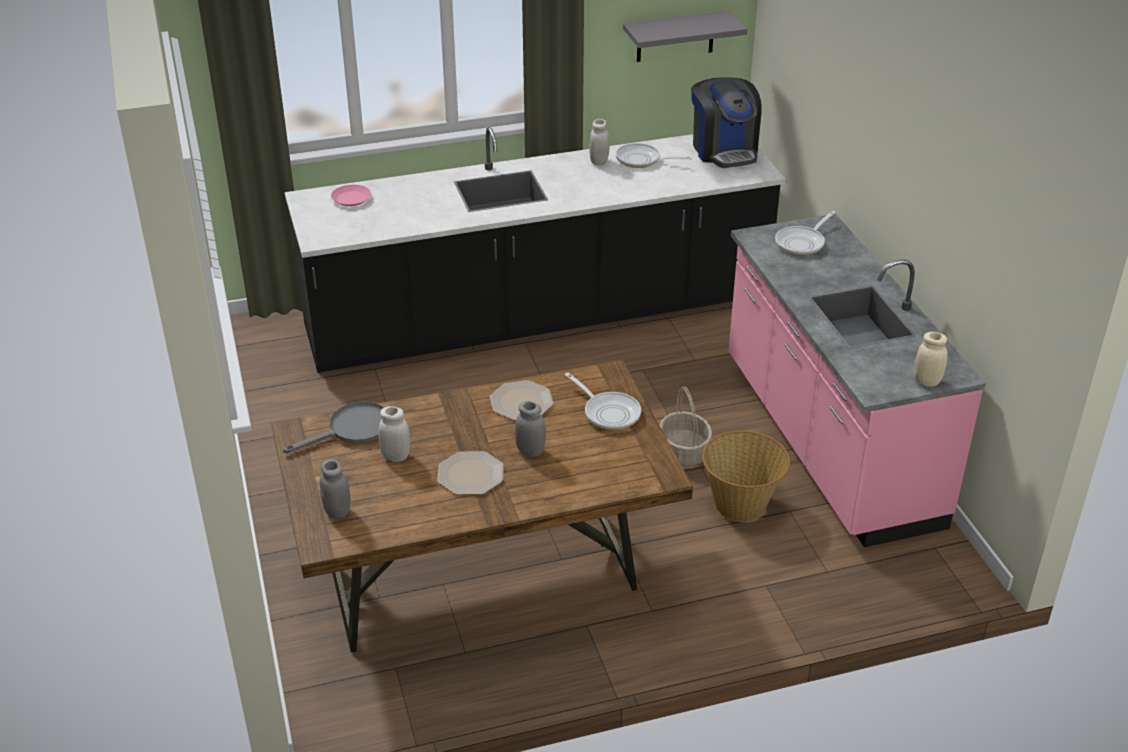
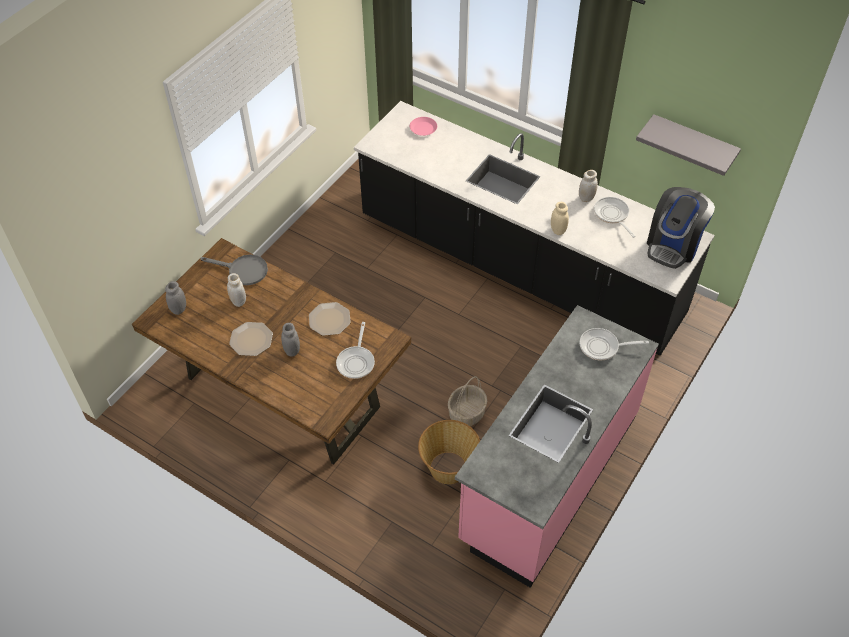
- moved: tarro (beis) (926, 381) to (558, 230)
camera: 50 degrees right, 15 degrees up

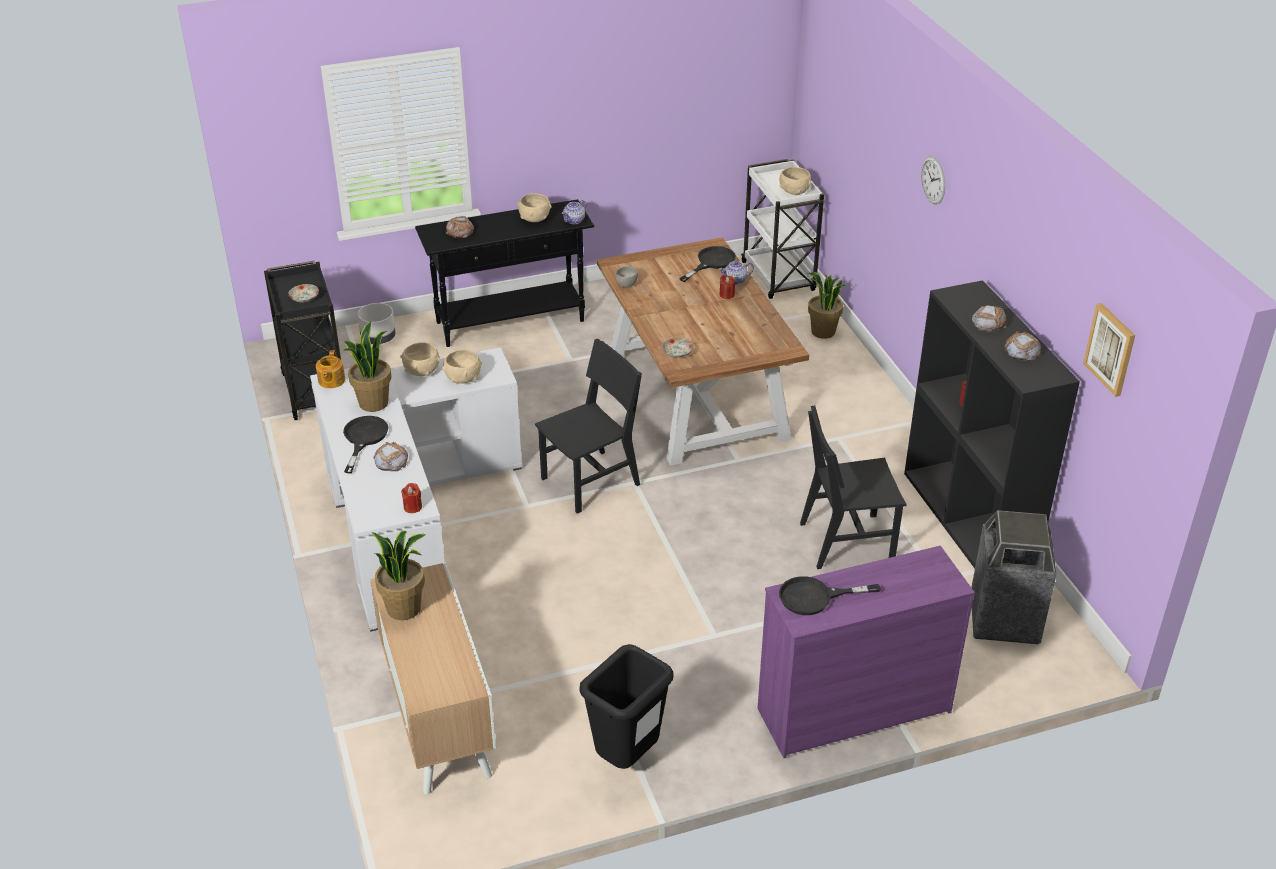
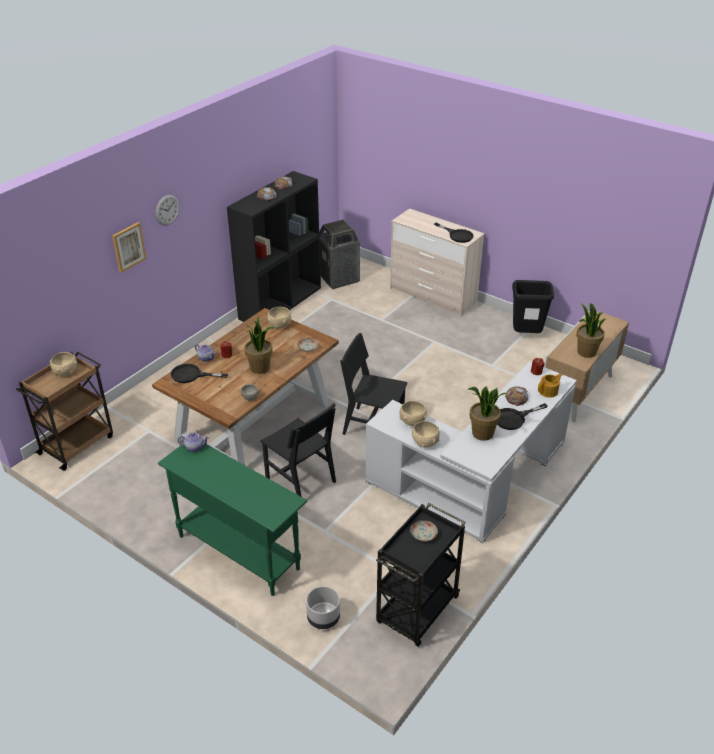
- moved: tetera (331, 381) to (549, 391)
- recoloured: mesa consola (negro) (511, 322) to mesa consola (verde) (238, 552)
- removed: pan (460, 231)
- moved: cuenco (beis) (535, 218) to (279, 325)
- recoloured: carrito (blanco) (779, 277) to carrito (marrón) (77, 444)
- recoloured: cómoda (morado) (853, 710) to cómoda (beis) (432, 296)
- moved: silla (negro) (846, 541) to (300, 480)
- moved: planta en maceta (822, 332) to (260, 368)
- moved: cuadro (1110, 349) to (128, 246)
camera: 125 degrees left, 0 degrees up

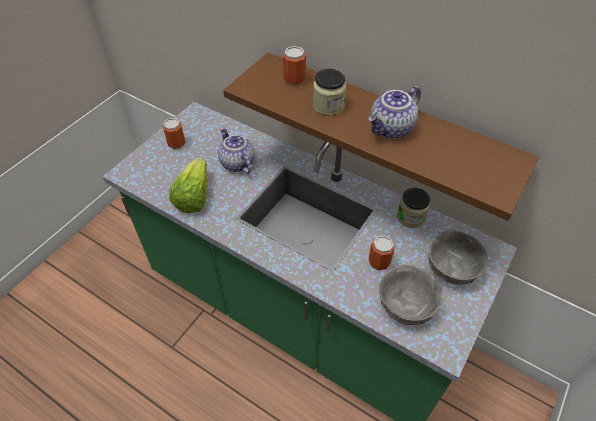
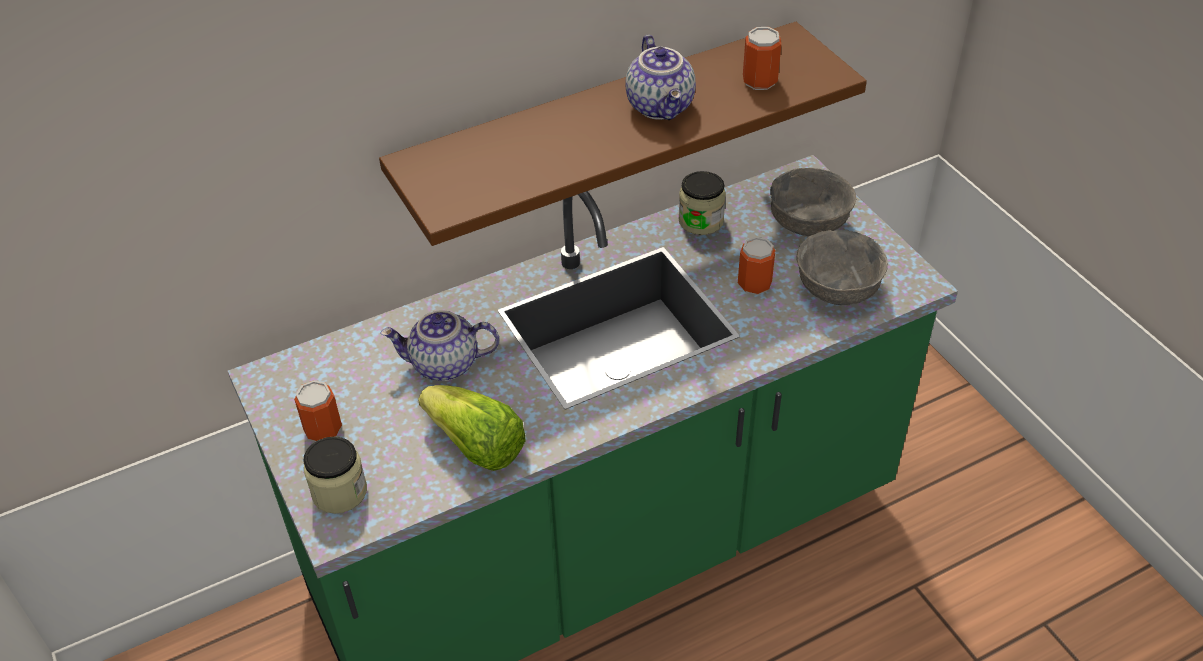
- moved: lata (294, 80) to (759, 81)
- moved: tarro (328, 105) to (339, 492)
camera: 60 degrees left, 5 degrees down

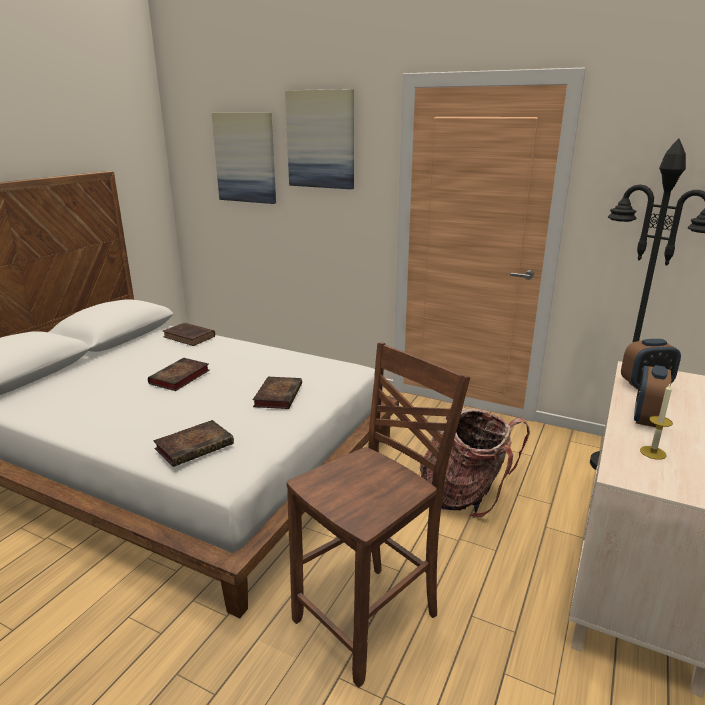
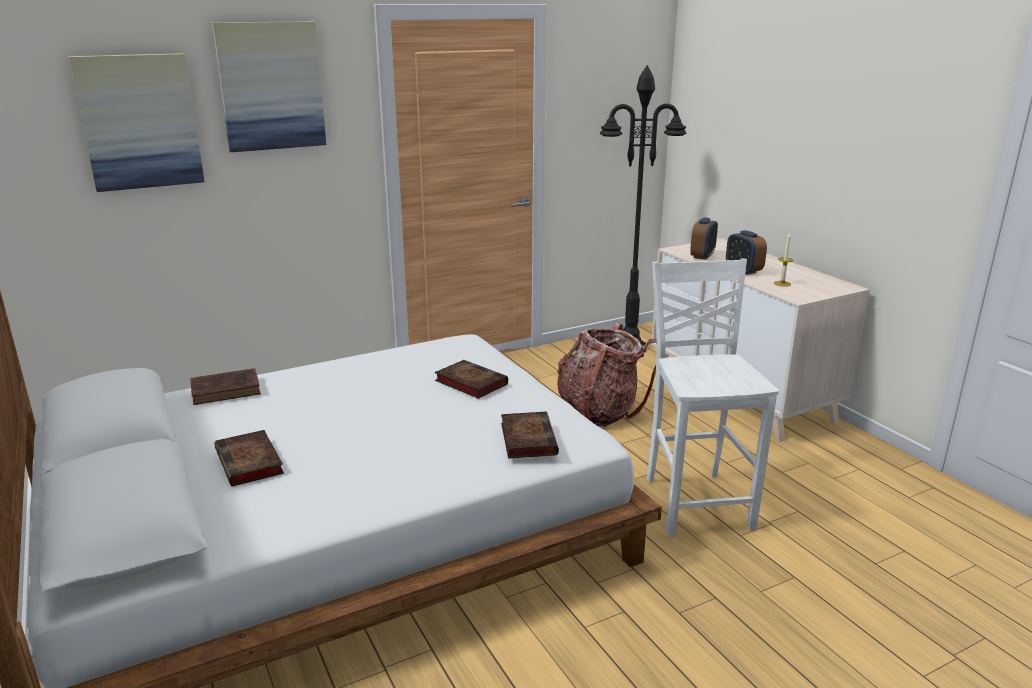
- moved: libro (179, 378) to (250, 463)
- recoloured: silla (marrón) (370, 619) to silla (blanco) (696, 502)
camera: 55 degrees left, 0 degrees up

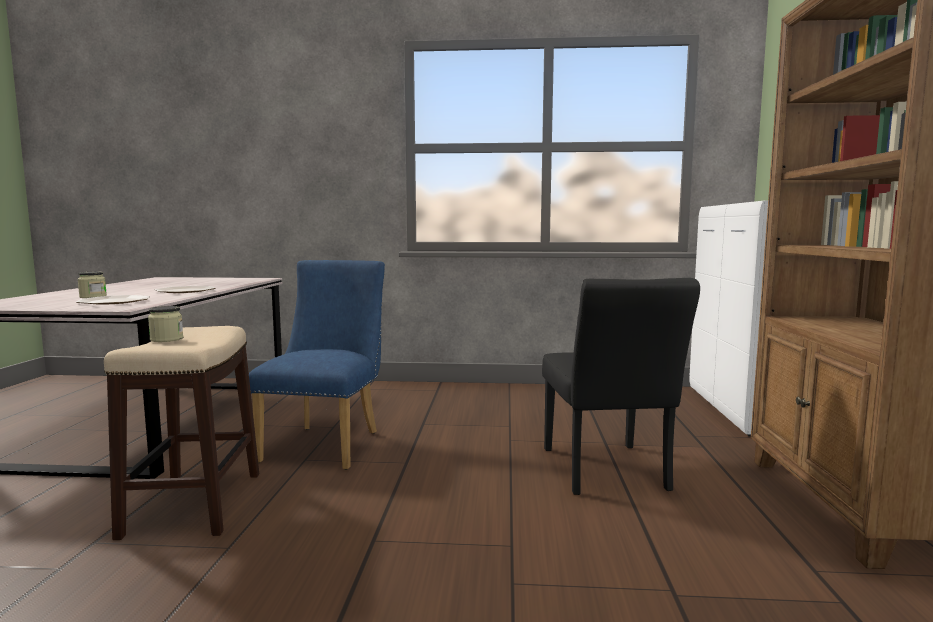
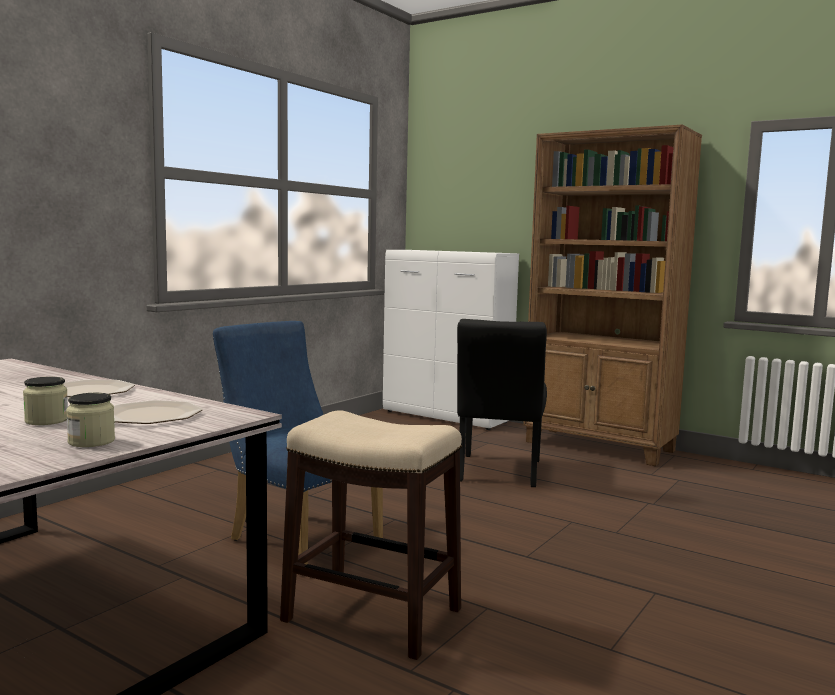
- moved: tarro (166, 339) to (91, 441)
- turned: silla (negro) (607, 473) = (498, 473) 75 degrees clockwise
camera: 60 degrees left, 0 degrees up

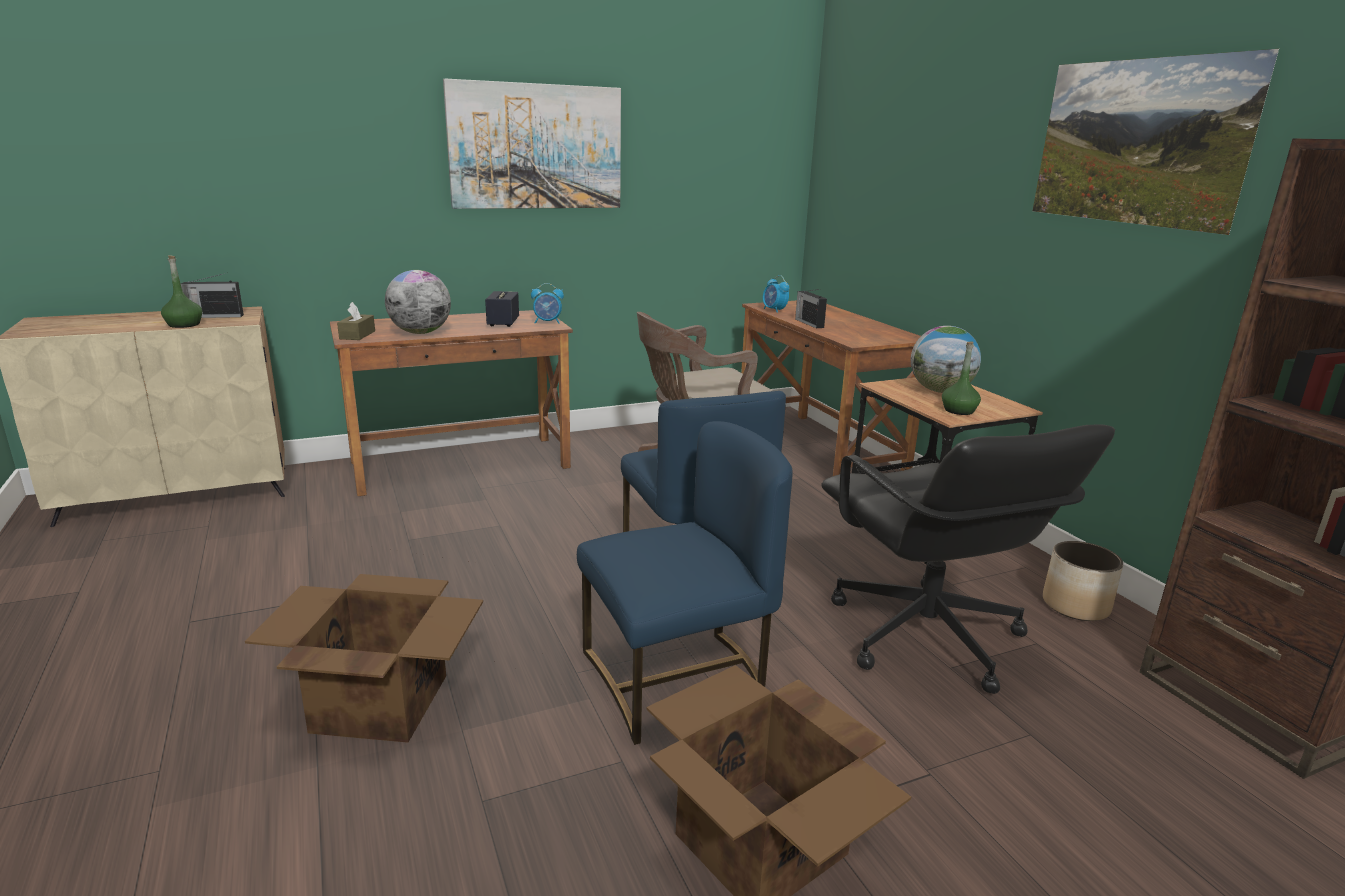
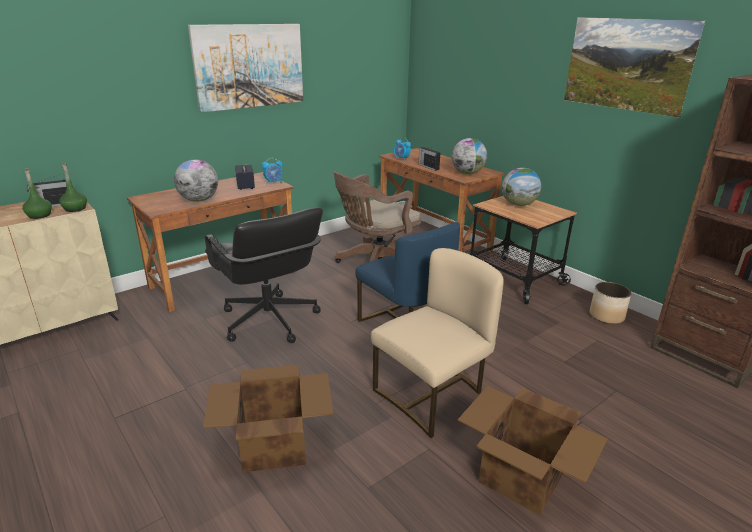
- removed: caja de pañuelos (marrón) (357, 335)
- recoloured: silla (azul) (677, 677) to silla (beis) (432, 395)
- moved: silla de oficina (negro) (925, 637) to (269, 321)
- moved: botella (verde) (958, 410) to (75, 209)
- added: globo terráqueo (467, 173)
camera: 15 degrees left, 5 degrees up

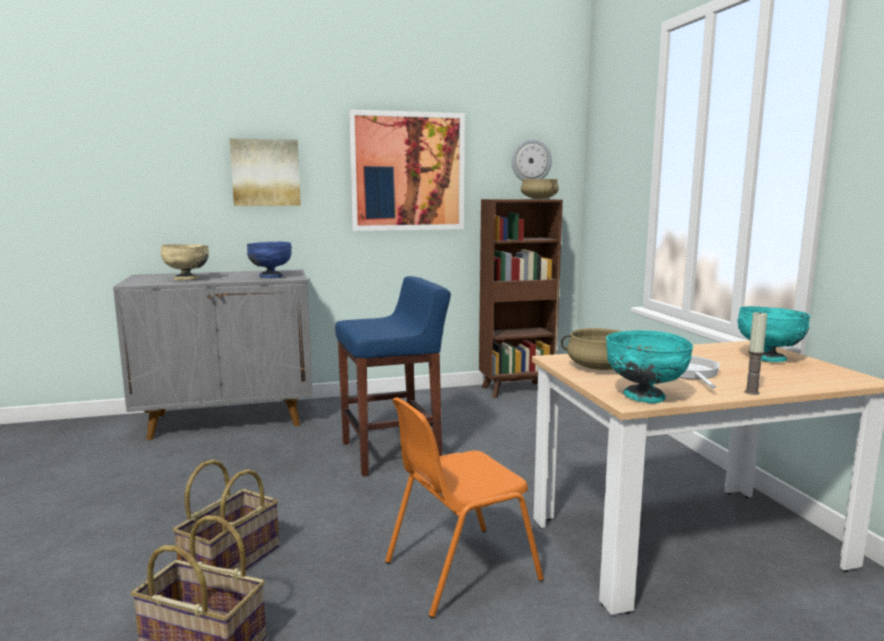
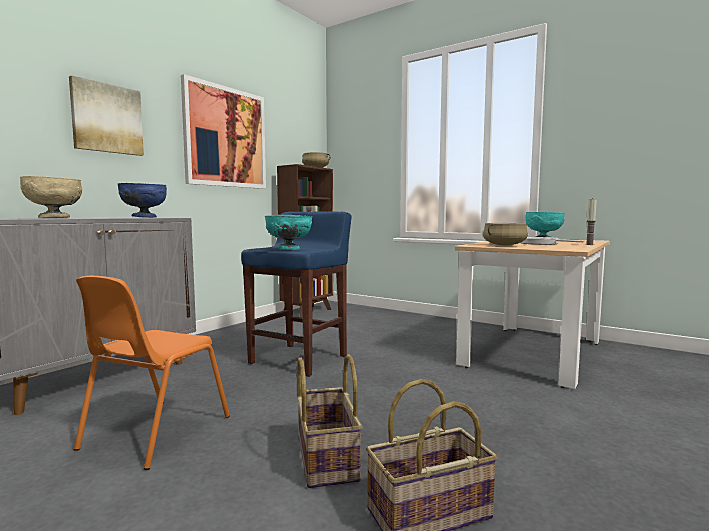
- moved: silla (naranja) (459, 570) to (154, 433)
- removed: reloj de pared (531, 161)
- moved: cuenco (turquesa) (644, 397) to (289, 249)
camera: 40 degrees left, 5 degrees down

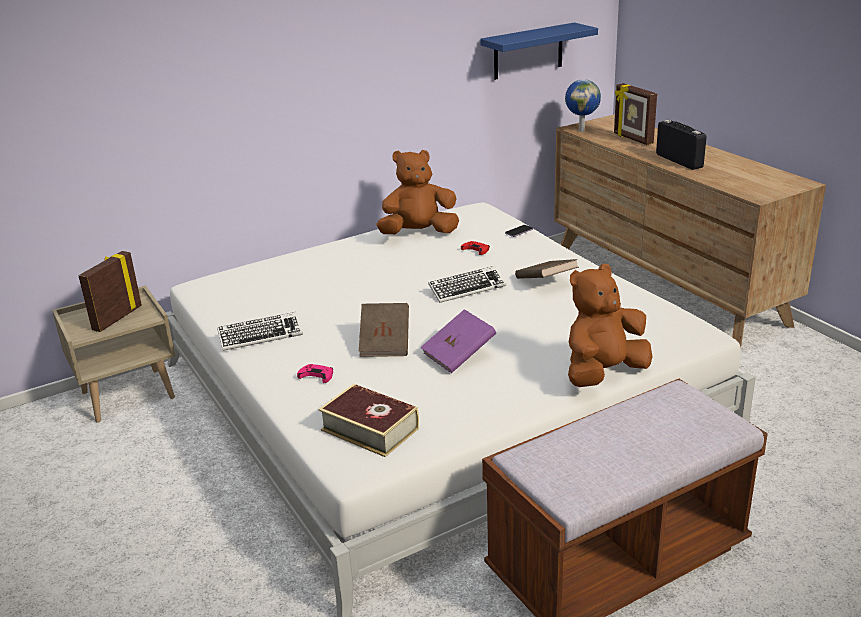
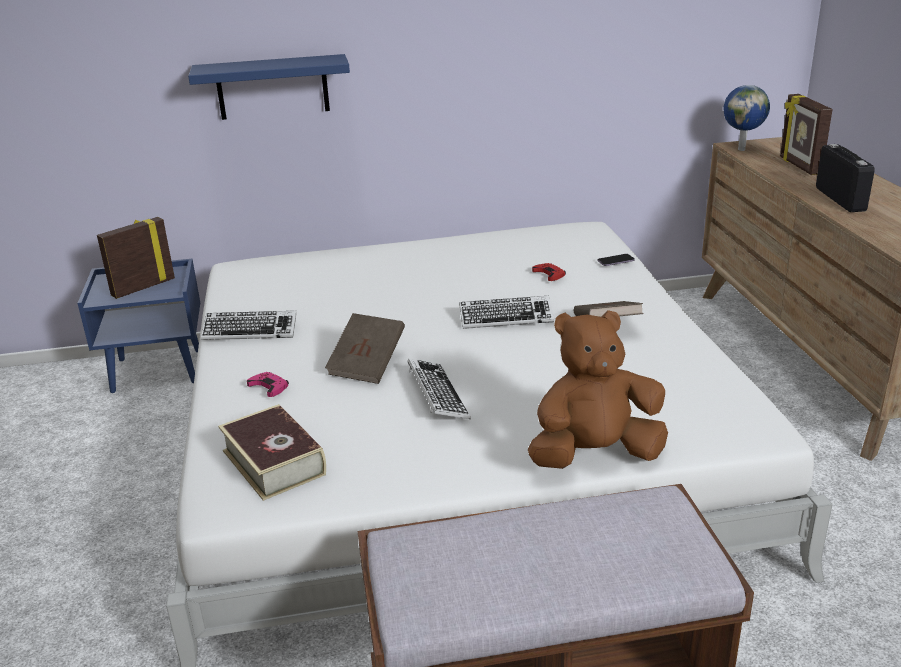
- recoloured: mesita de noche (beis) (129, 394) to mesita de noche (azul) (158, 370)
- removed: peluche (marrón) (418, 233)
- replaced: libro (morado) (459, 355) to teclado (437, 395)
- moved: estante (azul) (528, 51) to (272, 87)
camera: 20 degrees right, 0 degrees up

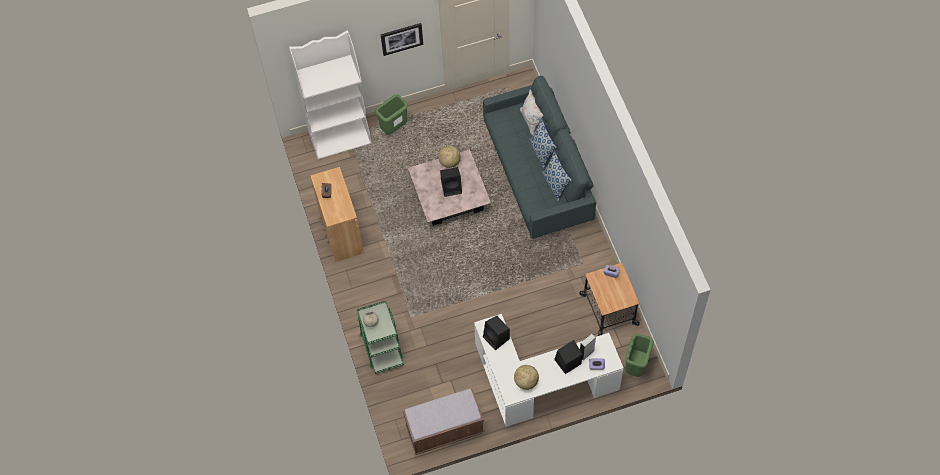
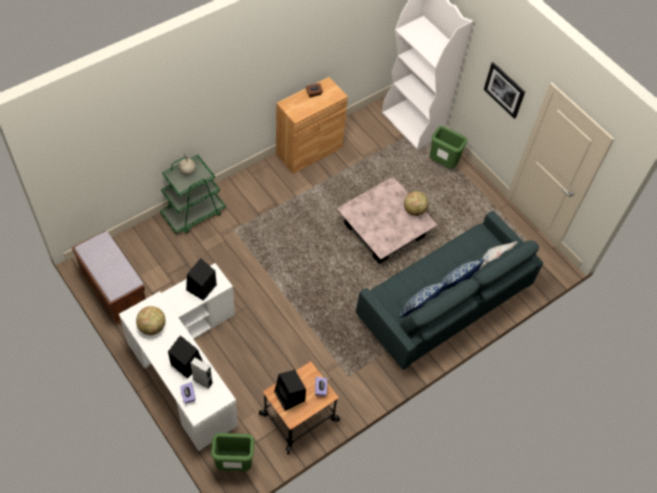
- moved: altavoz (negro) (452, 187) to (290, 397)
camera: 65 degrees right, 5 degrees down

